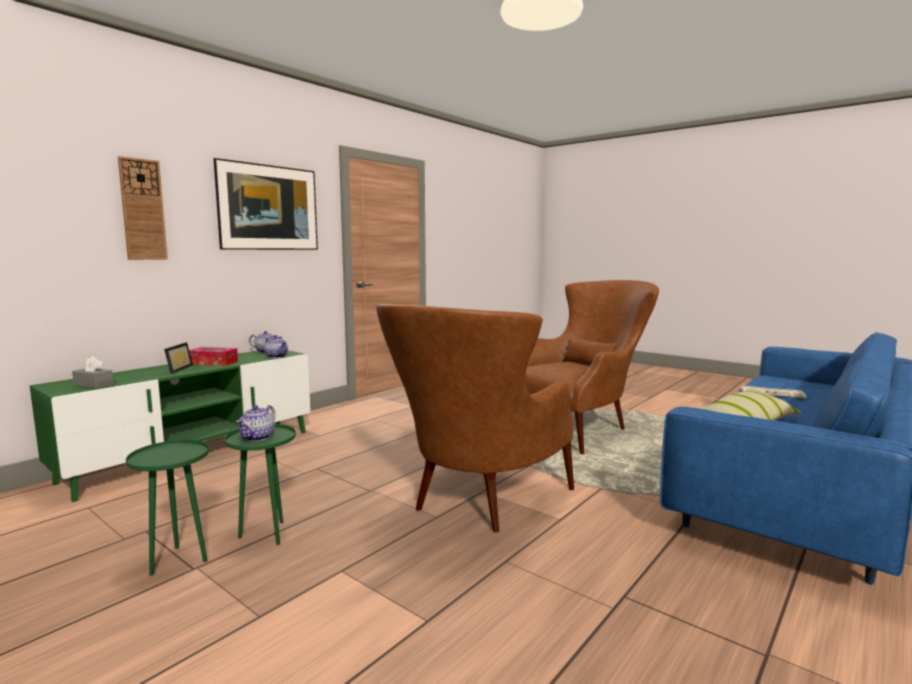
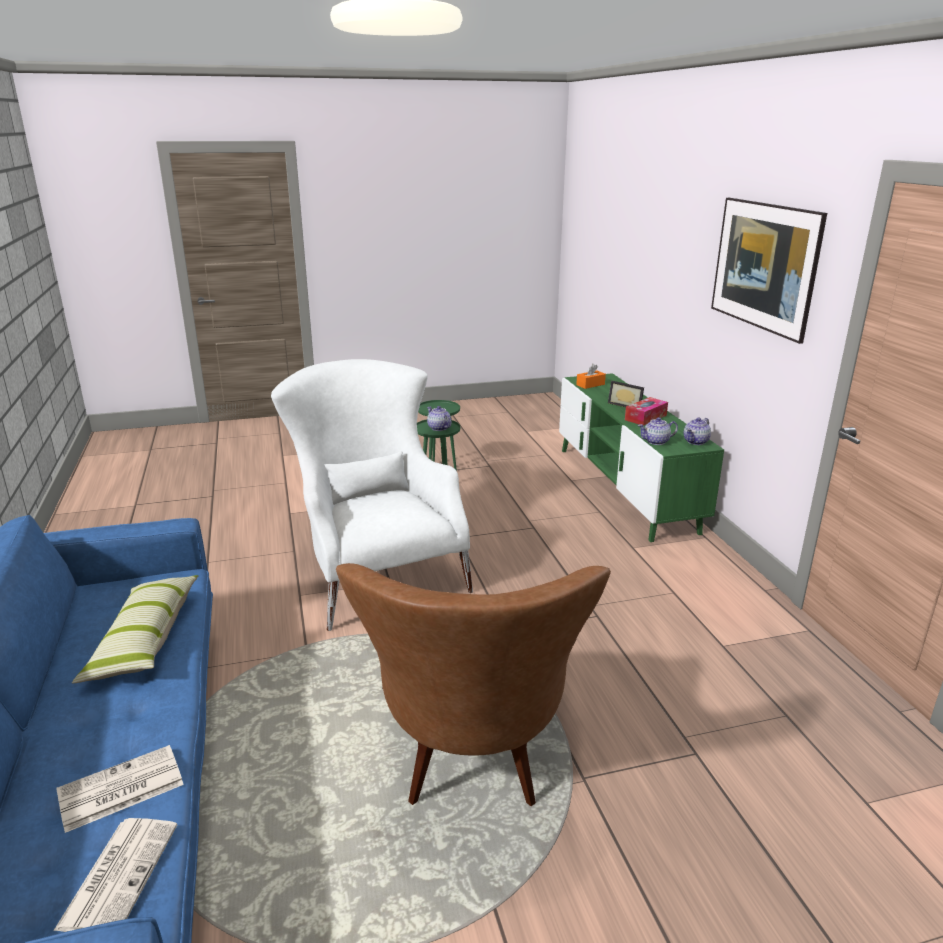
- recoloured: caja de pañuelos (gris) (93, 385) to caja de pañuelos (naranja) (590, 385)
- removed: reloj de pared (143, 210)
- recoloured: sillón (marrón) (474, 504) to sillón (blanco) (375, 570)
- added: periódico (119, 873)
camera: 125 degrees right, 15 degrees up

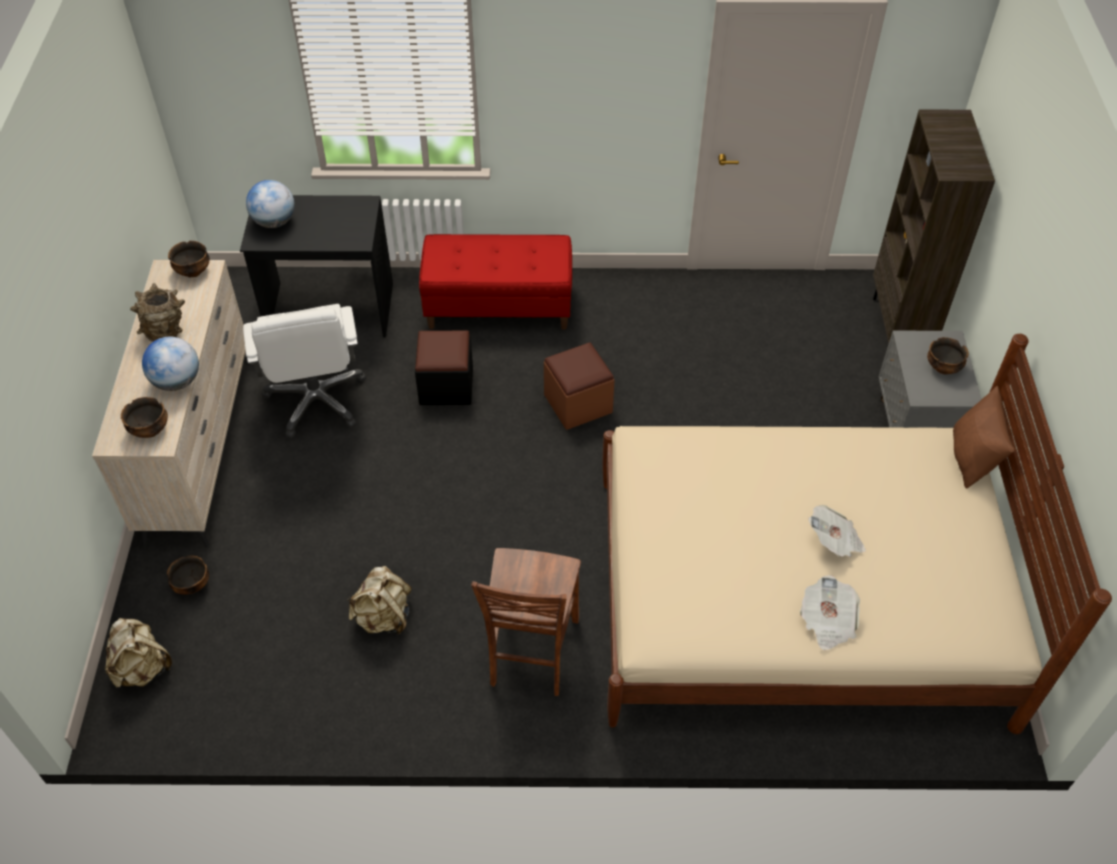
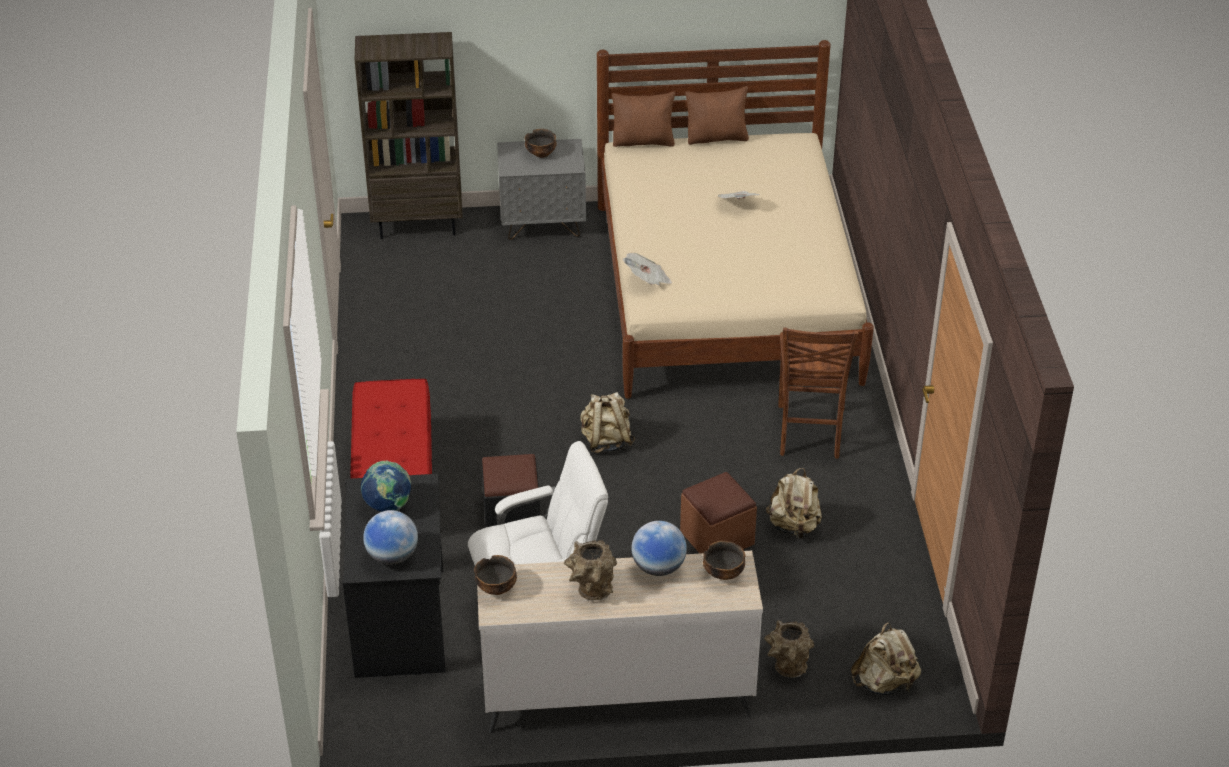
- replaced: cuenco (192, 584) to florero (marrón) (787, 666)
- turned: silla (marrón) (531, 653) = (809, 433) 90 degrees clockwise
- moved: puf (marrón) (578, 403) to (717, 538)
- moved: periódico (827, 622) to (647, 280)
- added: globo terráqueo (388, 506)
- added: mochila (beis) (606, 441)
- added: cojín (marrón) (717, 138)
camera: 95 degrees left, 10 degrees down

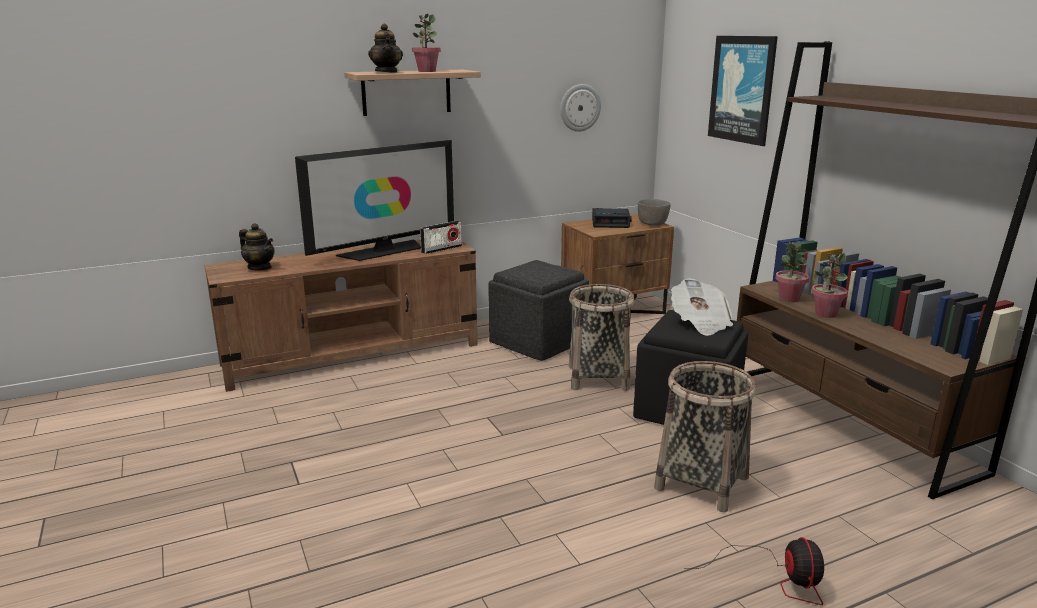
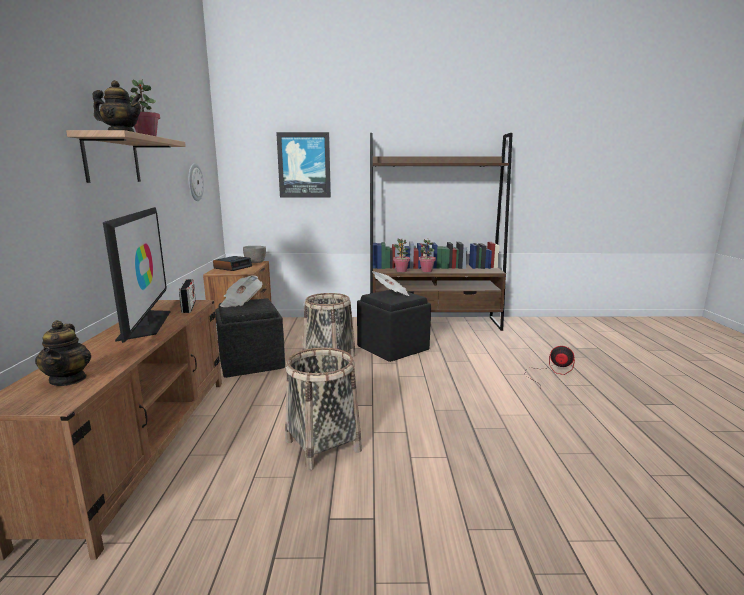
- turned: tetera (260, 268) = (68, 379) 105 degrees clockwise
- moved: cesta (702, 483) to (323, 445)
- added: periódico (241, 302)
camera: 65 degrees left, 5 degrees down

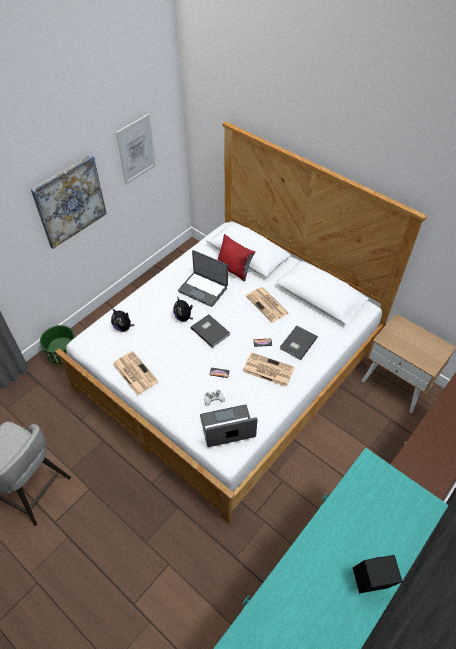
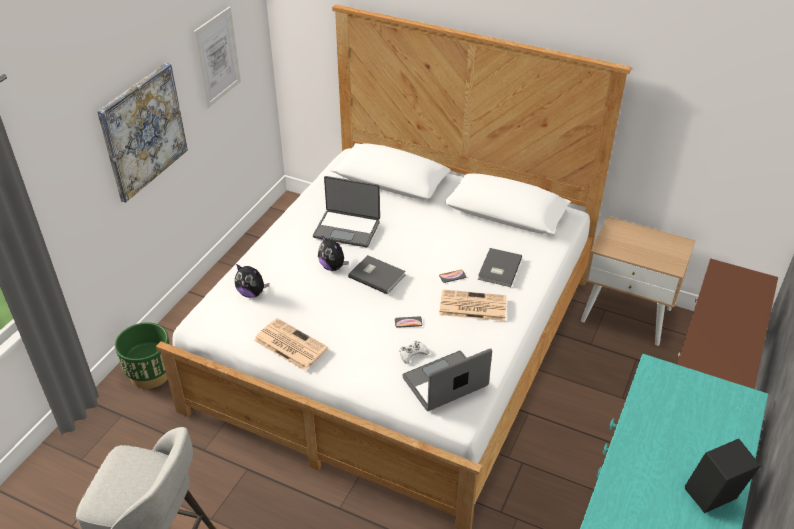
- removed: cojín (rojo) (234, 269)
- removed: periódico (267, 305)
camera: 15 degrees left, 10 degrees down

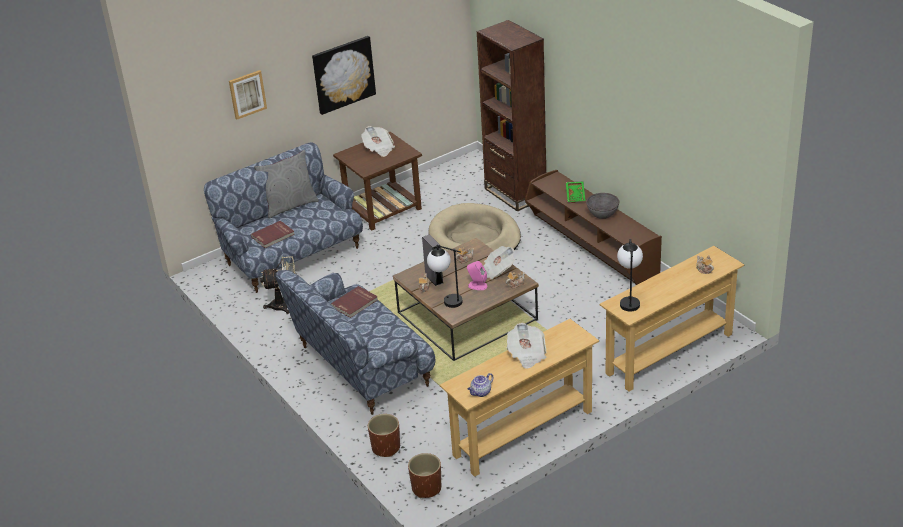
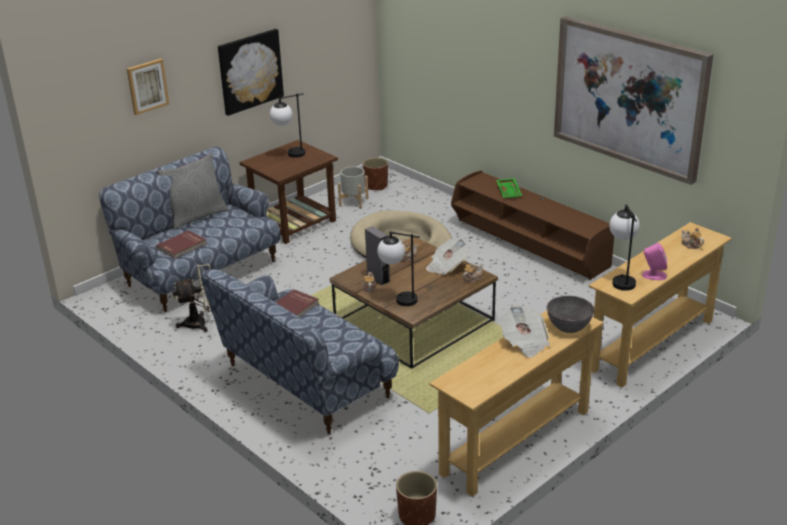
- replaced: periódico (379, 149) to lámpara de mesa (289, 155)
- moved: maceta (marrón) (386, 447) to (376, 186)
- moved: altavoz (rosa) (477, 285) to (654, 275)
- removed: tetera (481, 392)
- removed: estantería (marrón) (515, 193)
- moved: cuenco (gris) (602, 214) to (569, 325)
- added: maceta (gris) (354, 202)
- added: cuadro (629, 97)
camera: 10 degrees left, 5 degrees down

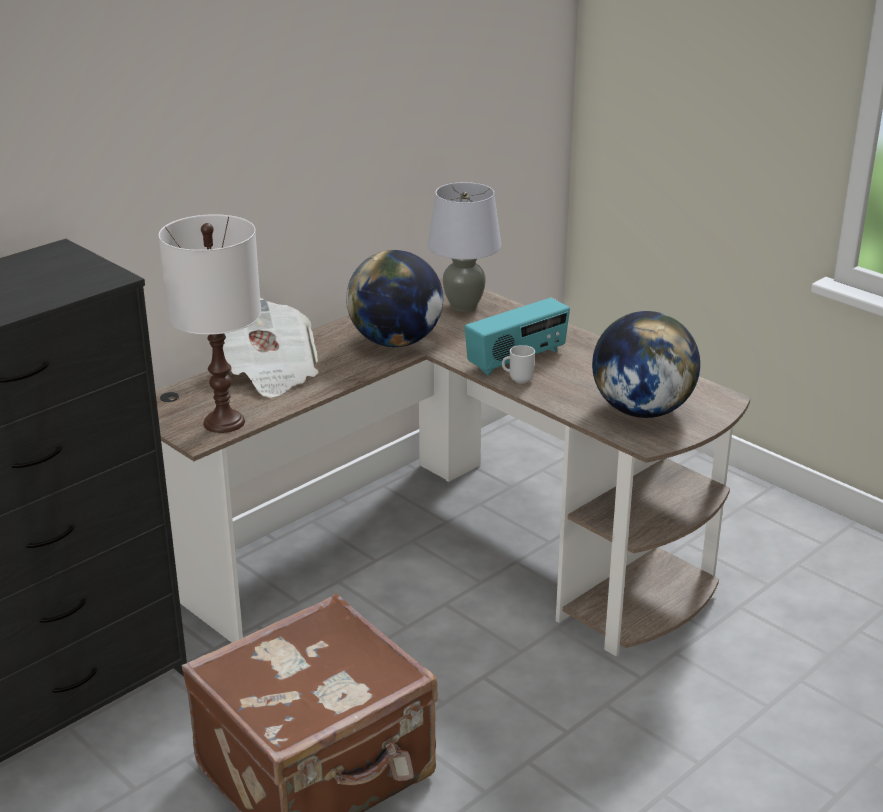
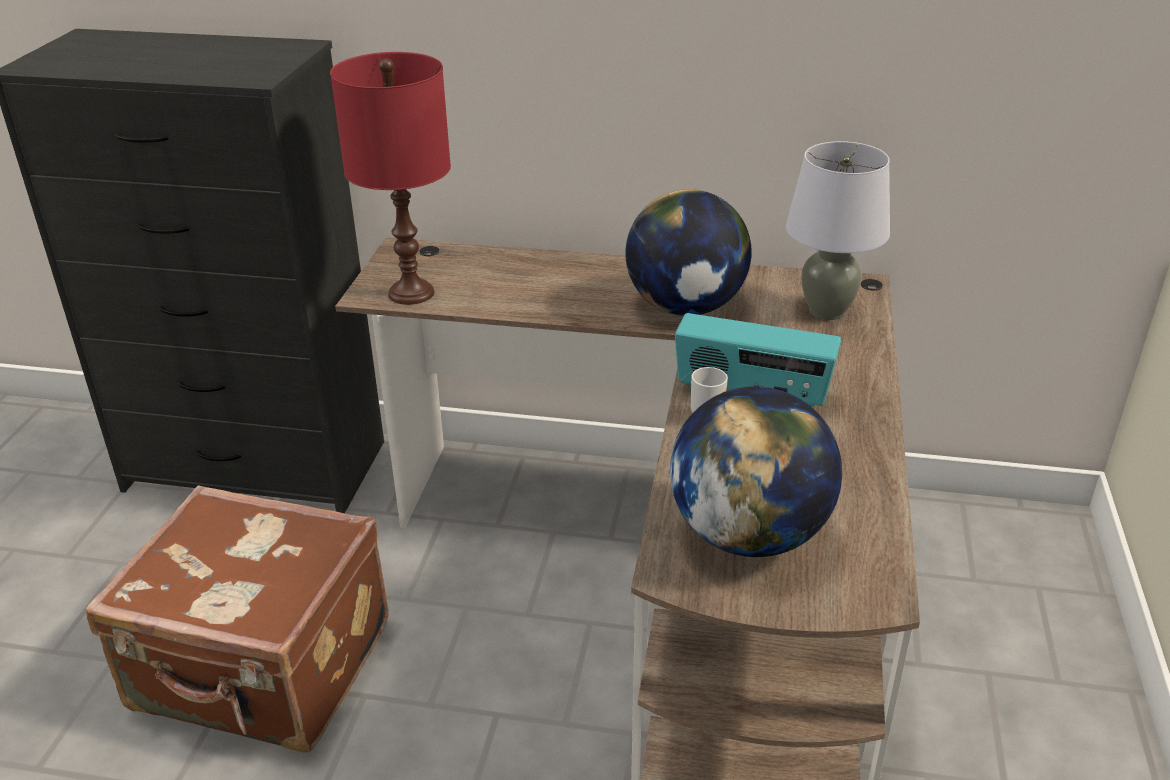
- recoloured: lámpara de mesa (blanco) (225, 422) to lámpara de mesa (rojo) (412, 293)
- removed: periódico (269, 372)
camera: 55 degrees right, 5 degrees up

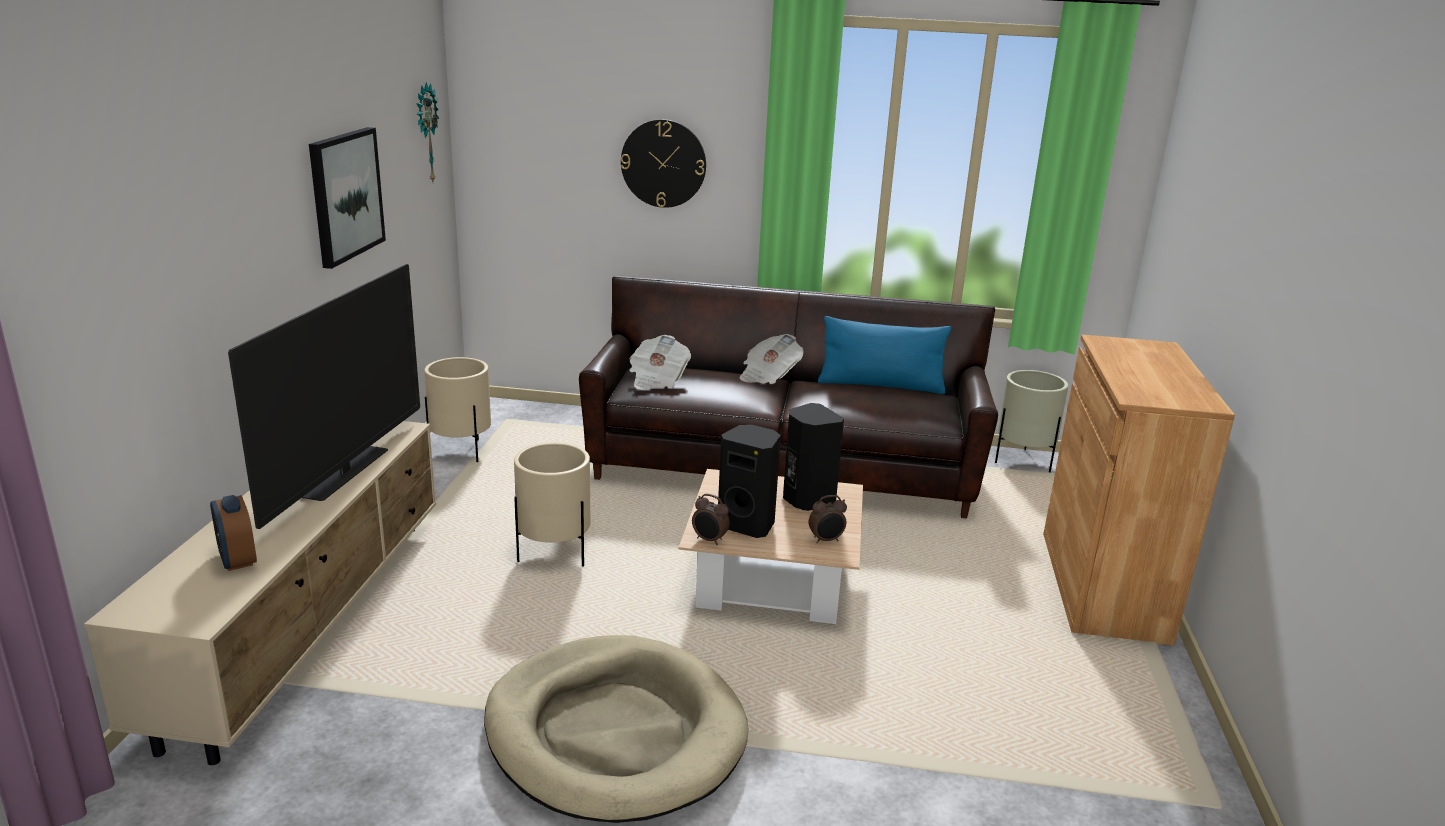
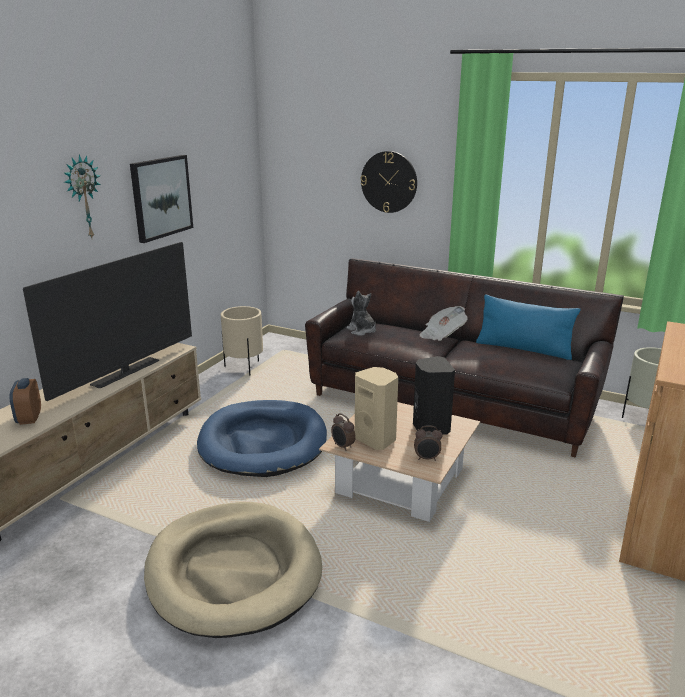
- moved: reloj de pared (425, 133) to (83, 197)
- replaced: maceta (beis) (554, 555) to cama para perro (azul) (263, 442)
- replaced: periódico (657, 379) to peluche (362, 331)
- recoloured: altavoz (negro) (748, 525) to altavoz (beis) (376, 439)
camera: 20 degrees right, 0 degrees up

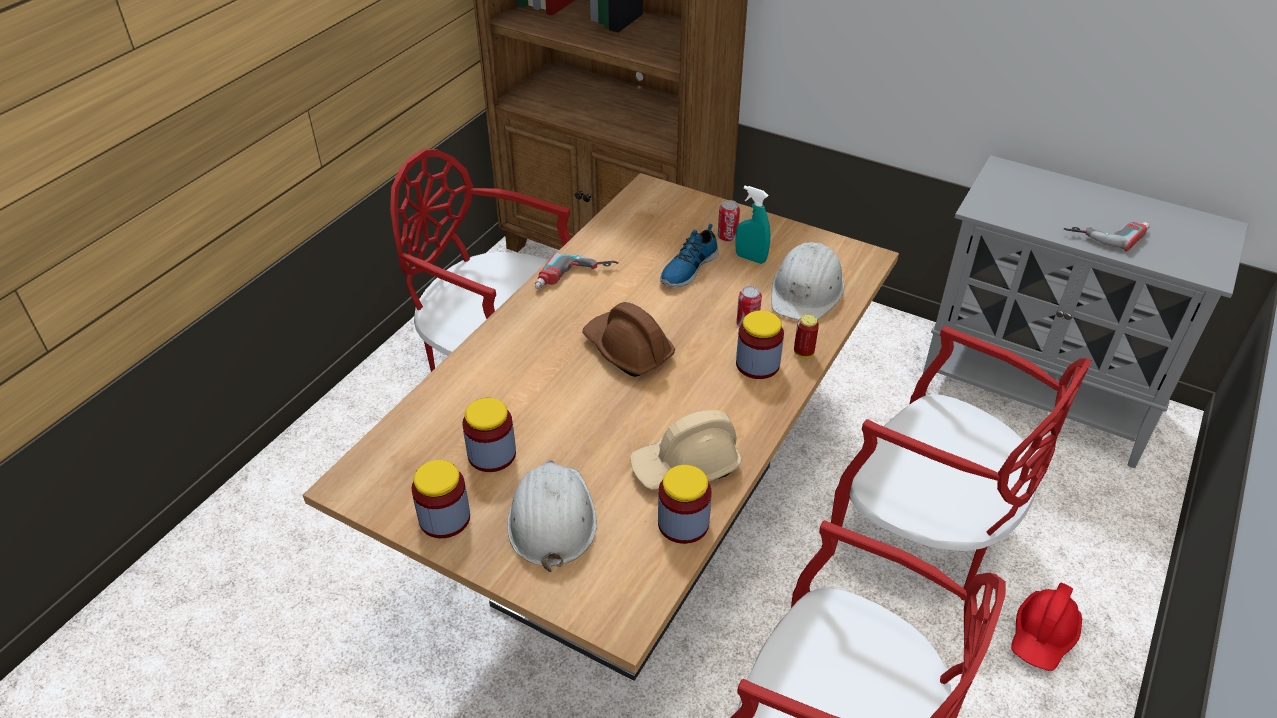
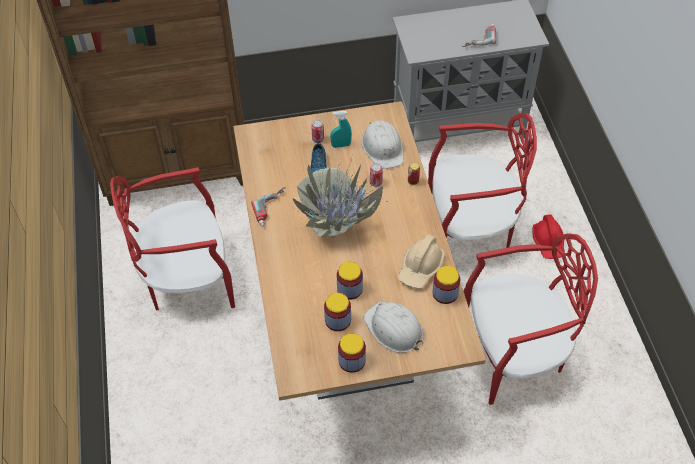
- replaced: casco (marrón) (627, 350) to planta en maceta (338, 231)
- moved: tarro (757, 364) to (349, 289)
camera: 40 degrees left, 10 degrees up

